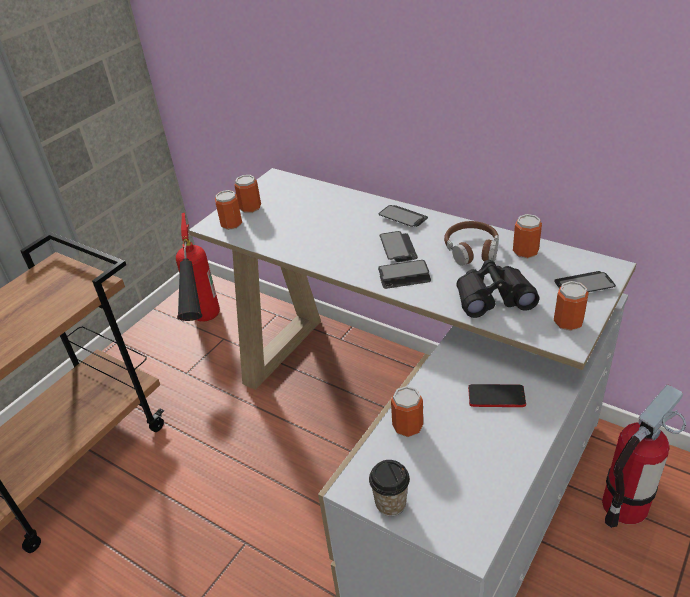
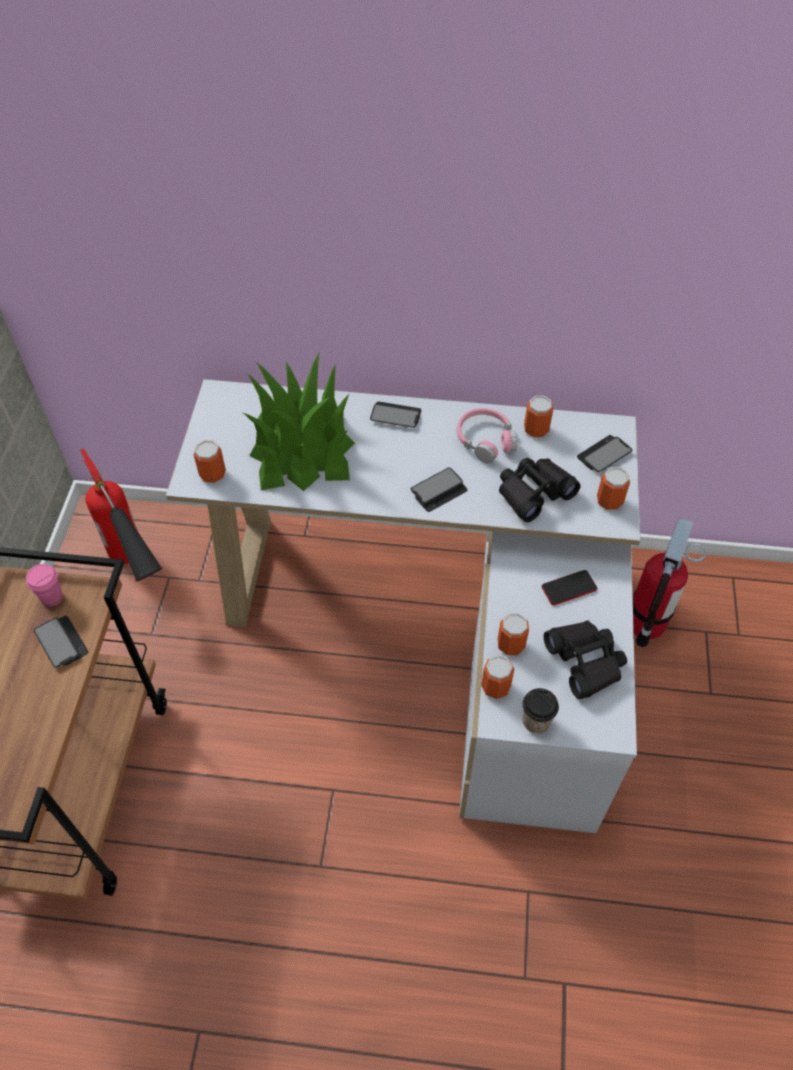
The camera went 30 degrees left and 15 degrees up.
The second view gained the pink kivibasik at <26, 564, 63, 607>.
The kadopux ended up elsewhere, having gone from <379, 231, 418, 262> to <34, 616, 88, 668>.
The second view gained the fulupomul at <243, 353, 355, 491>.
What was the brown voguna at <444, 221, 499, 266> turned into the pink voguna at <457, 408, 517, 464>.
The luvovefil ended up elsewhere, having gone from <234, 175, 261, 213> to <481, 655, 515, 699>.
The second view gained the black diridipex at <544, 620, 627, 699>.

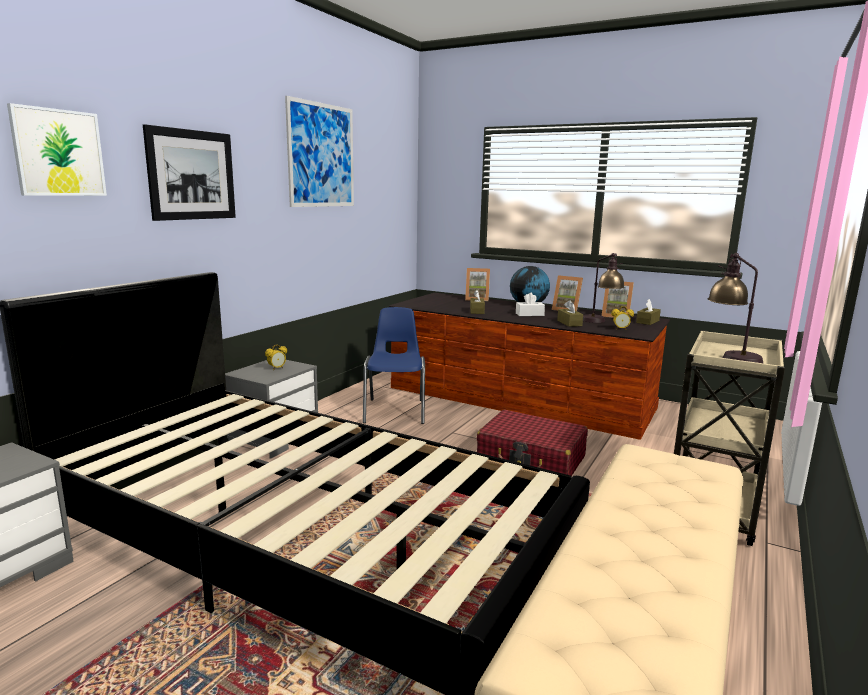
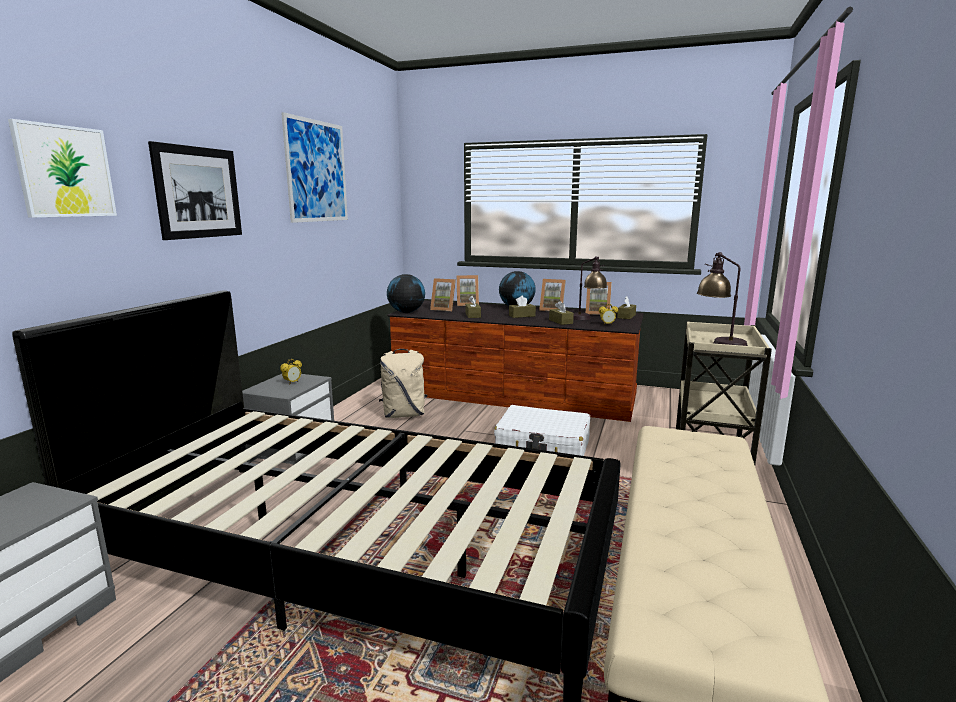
The camera went 10 degrees left and 0 degrees up.
Where the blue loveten stood at <363, 307, 425, 424>, the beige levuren came to stand at <379, 349, 427, 418>.
The second view gained the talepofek at <387, 274, 425, 313>.
The second view gained the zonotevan at <430, 278, 456, 312>.
What was the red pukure at <477, 410, 588, 476> turned into the white pukure at <494, 405, 590, 456>.
What was the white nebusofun at <516, 293, 545, 316> turned into the brown nebusofun at <509, 296, 536, 318>.

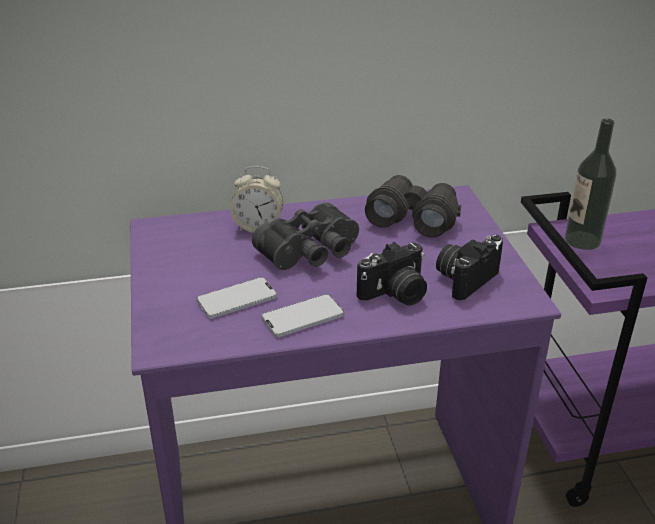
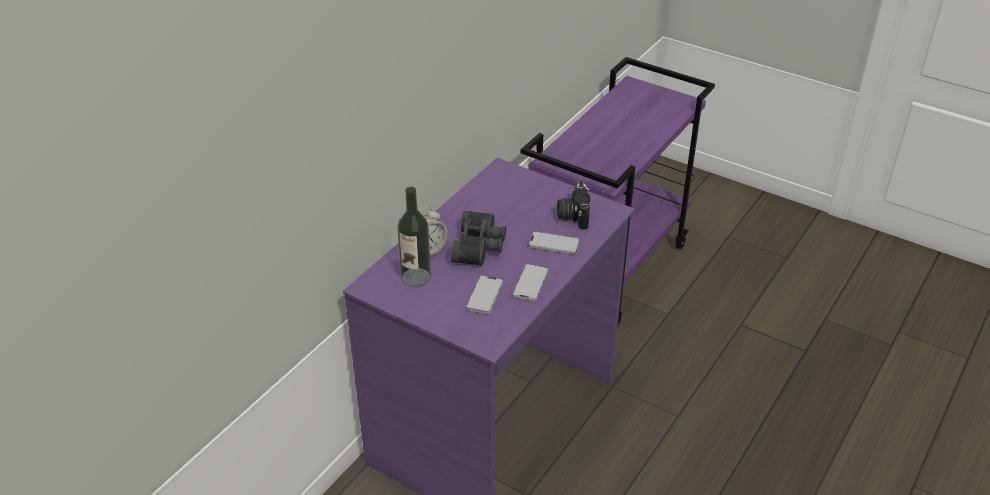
The camera went 45 degrees left and 5 degrees up.
The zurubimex ended up elsewhere, having gone from <565, 118, 616, 250> to <397, 187, 431, 287>.
Where the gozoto stood at <357, 242, 427, 306>, the kadopux came to stand at <529, 231, 580, 254>.
The second view lost the black diridipex at <365, 175, 461, 237>.

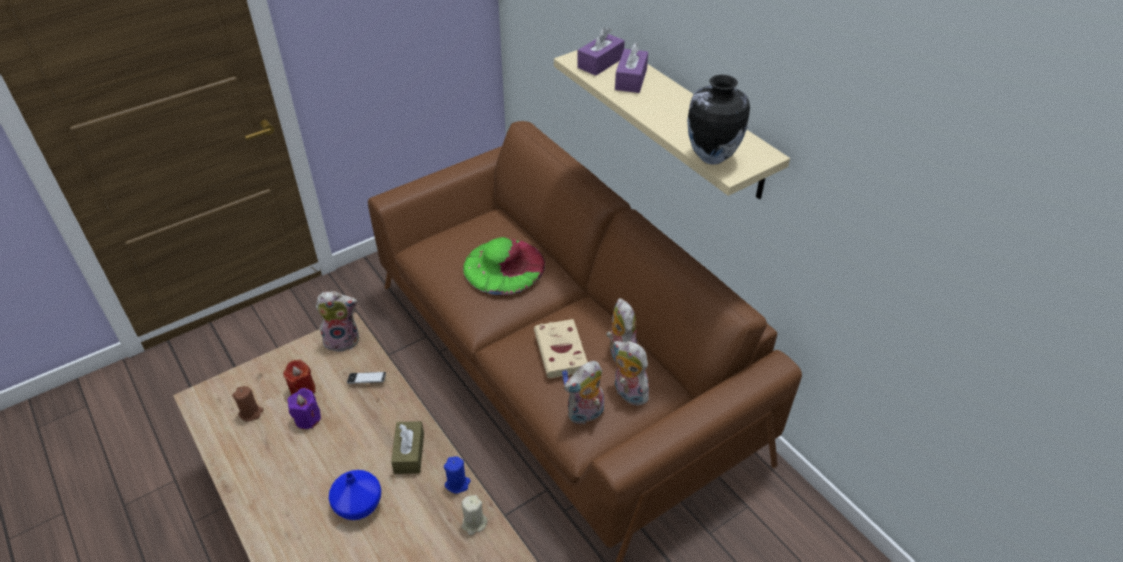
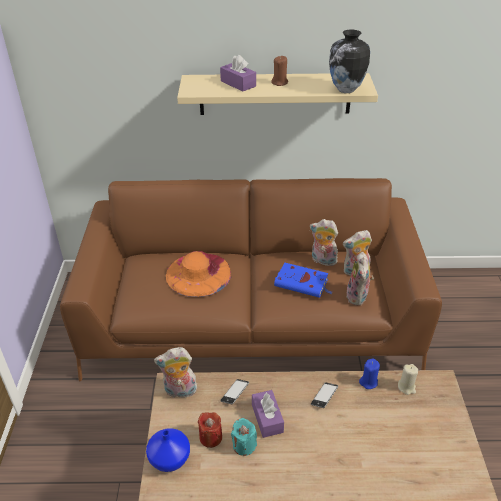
The camera went 55 degrees left and 5 degrees down.
The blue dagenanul ended up elsewhere, having gone from <329, 470, 381, 520> to <146, 428, 190, 472>.
The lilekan at <316, 291, 359, 353> ended up facing another way, 120 degrees counterclockwise from before.
What was the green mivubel at <463, 237, 545, 295> turned into the orange mivubel at <166, 251, 231, 297>.
What was the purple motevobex at <288, 388, 321, 429> turned into the turquoise motevobex at <231, 418, 257, 456>.
The purple nebusofun ended up elsewhere, having gone from <577, 27, 625, 76> to <252, 390, 284, 438>.
The brown motevobex ended up elsewhere, having gone from <232, 386, 264, 421> to <271, 56, 288, 86>.
What was the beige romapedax at <534, 319, 588, 385> turned into the blue romapedax at <274, 263, 332, 298>.
Where the brown nebusofun stood at <391, 421, 424, 474>, the kadopux came to stand at <311, 382, 338, 408>.

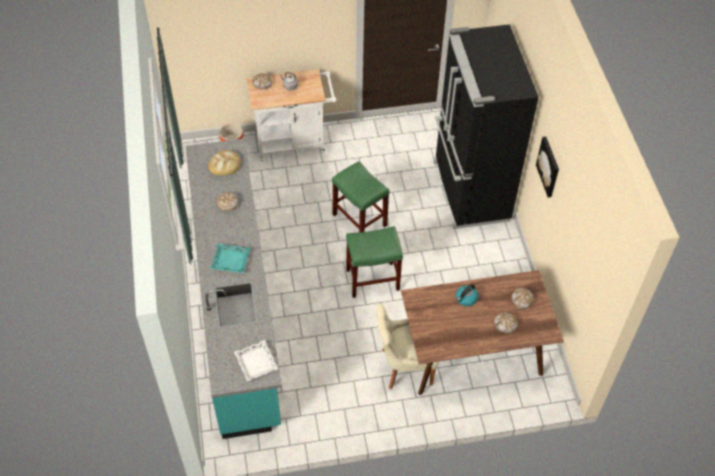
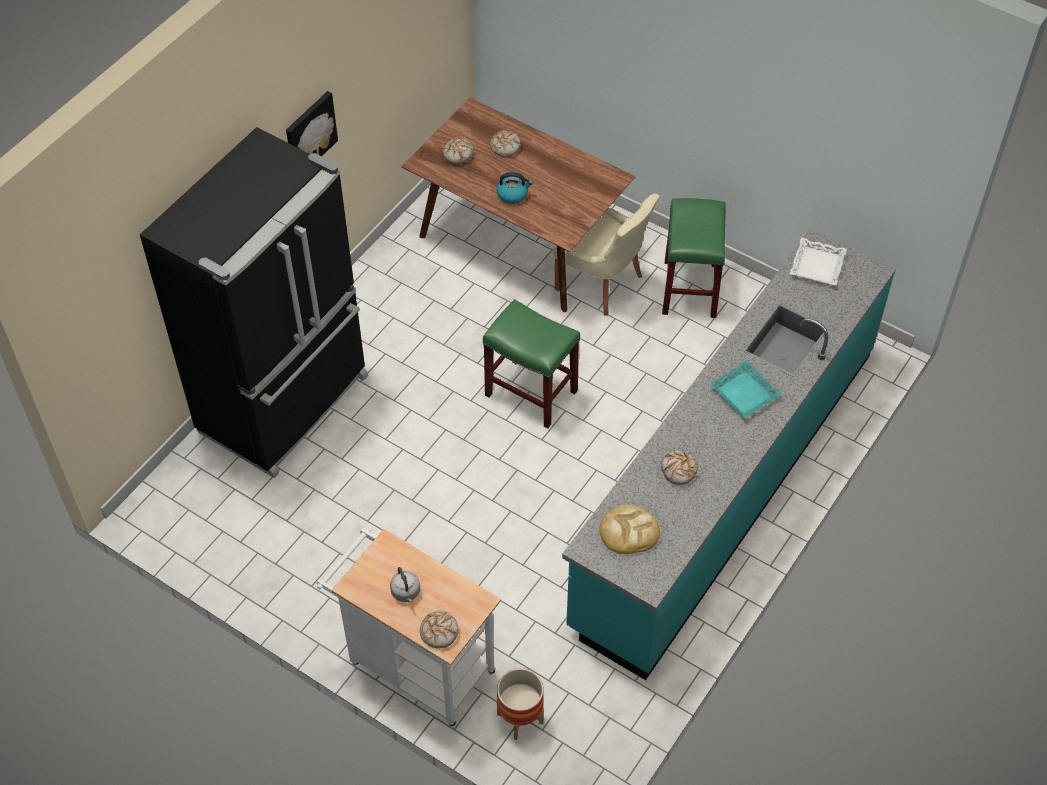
The camera went 135 degrees left and 0 degrees up.
The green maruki ended up elsewhere, having gone from <332, 161, 390, 232> to <662, 198, 726, 318>.

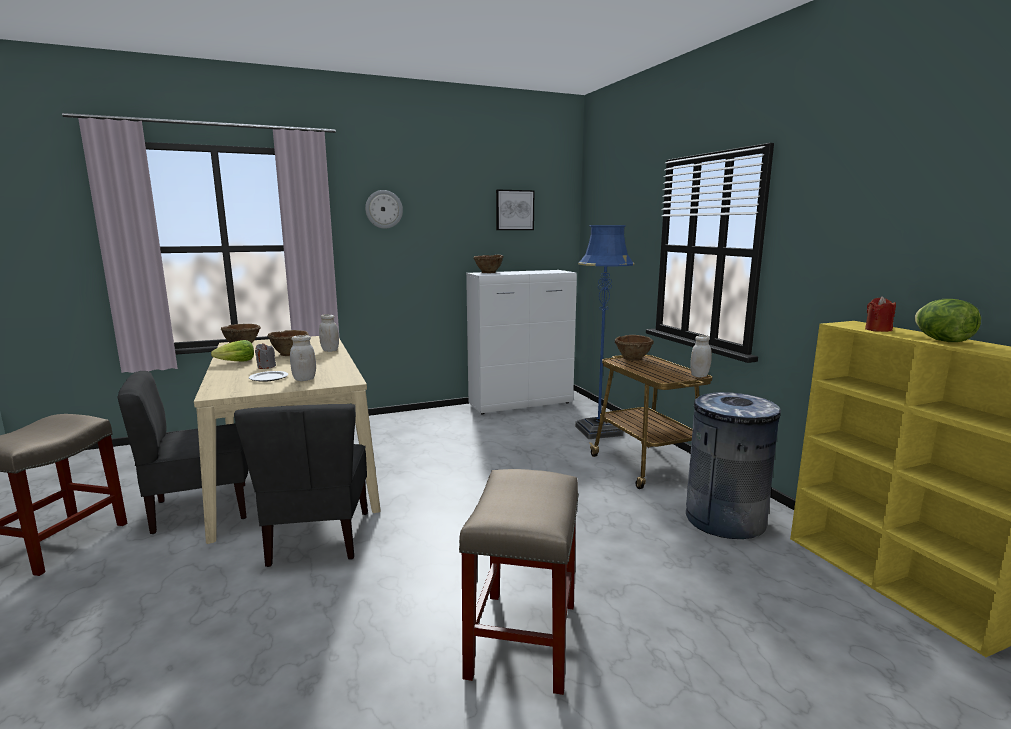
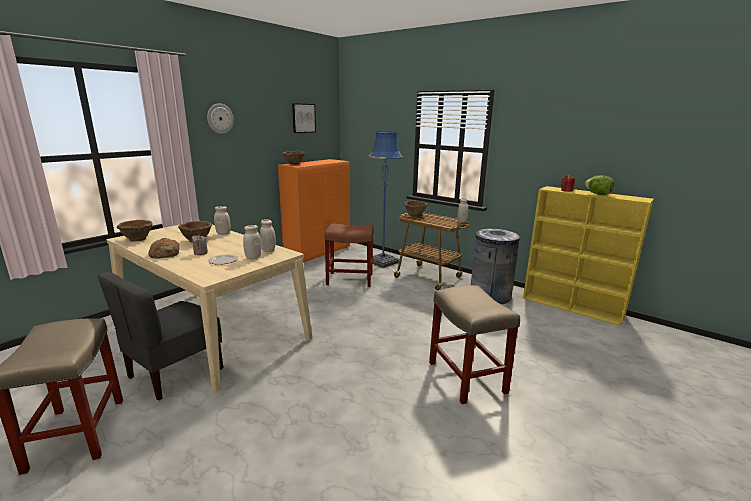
The camera went 30 degrees left and 5 degrees up.
Where the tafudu stood at <211, 340, 254, 362>, the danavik came to stand at <149, 238, 180, 259>.
The second view gained the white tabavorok at <260, 219, 276, 252>.
What was the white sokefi at <466, 270, 577, 414> turned into the orange sokefi at <278, 159, 350, 263>.
The second view gained the brown maruki at <324, 223, 374, 287>.
The second view lost the grey loveten at <234, 404, 368, 567>.

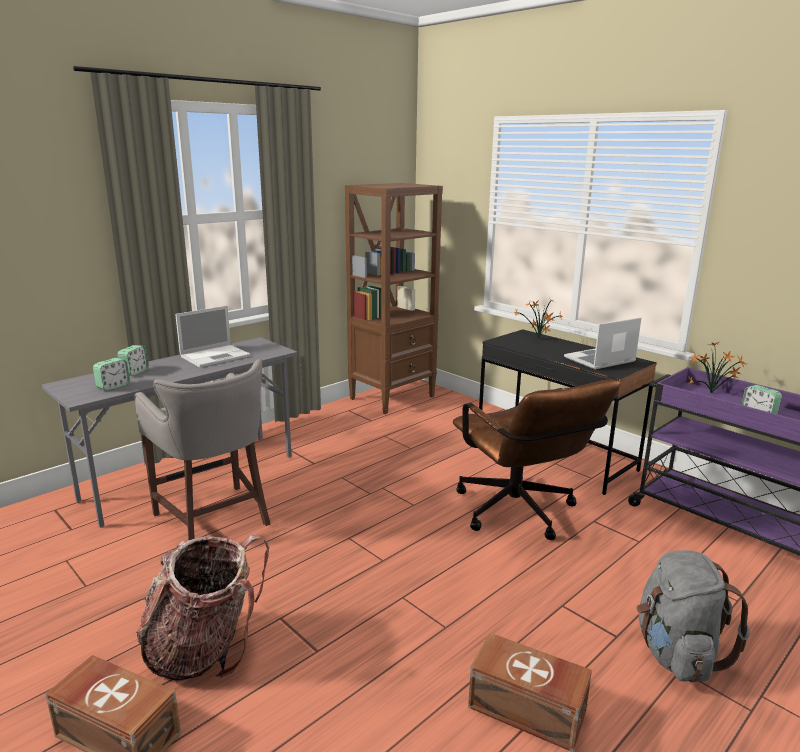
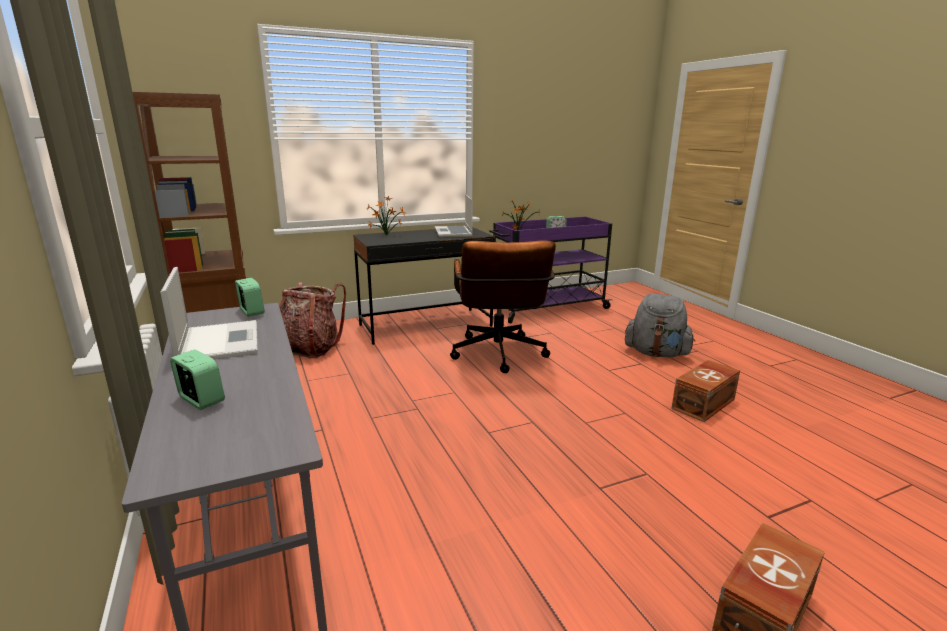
The camera went 70 degrees left and 0 degrees up.
The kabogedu ended up elsewhere, having gone from <93, 358, 130, 391> to <235, 278, 265, 317>.
The levuren ended up elsewhere, having gone from <136, 534, 269, 682> to <279, 282, 346, 358>.
The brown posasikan at <453, 379, 620, 540> ended up facing another way, 90 degrees clockwise from before.
The second view lost the grey maruki at <135, 359, 270, 541>.

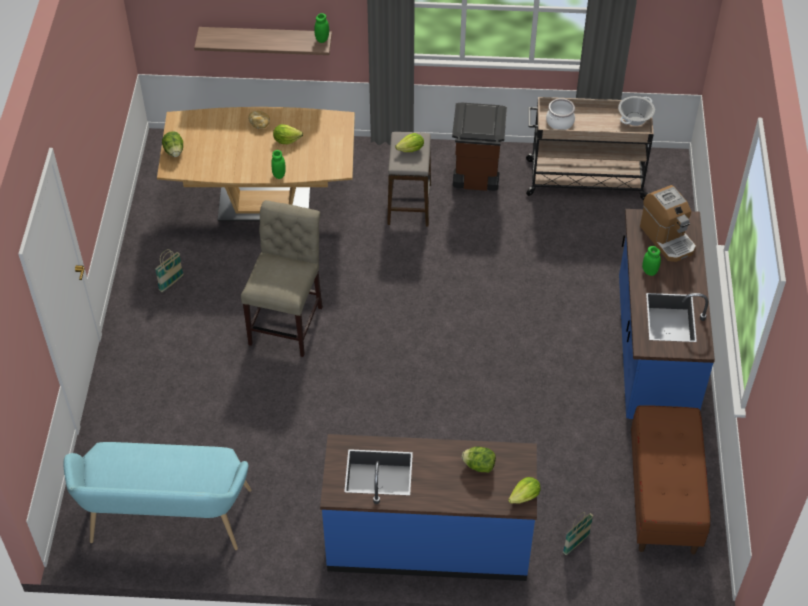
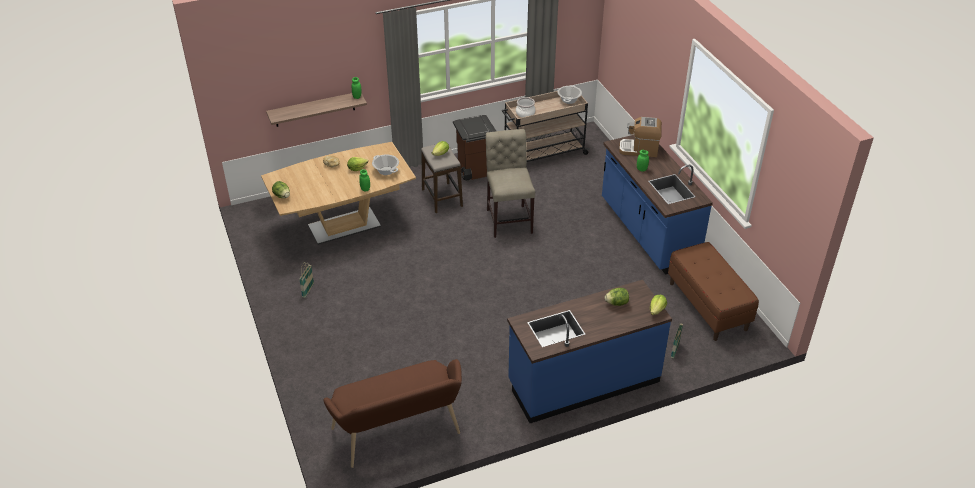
The camera went 25 degrees left and 10 degrees down.
What was the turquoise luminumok at <64, 442, 252, 550> turned into the brown luminumok at <323, 359, 462, 468>.
The second view gained the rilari at <372, 154, 399, 175>.
The beige loveten ended up elsewhere, having gone from <241, 200, 323, 357> to <486, 129, 535, 238>.
The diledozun at <640, 185, 696, 262> ended up facing another way, 150 degrees clockwise from before.

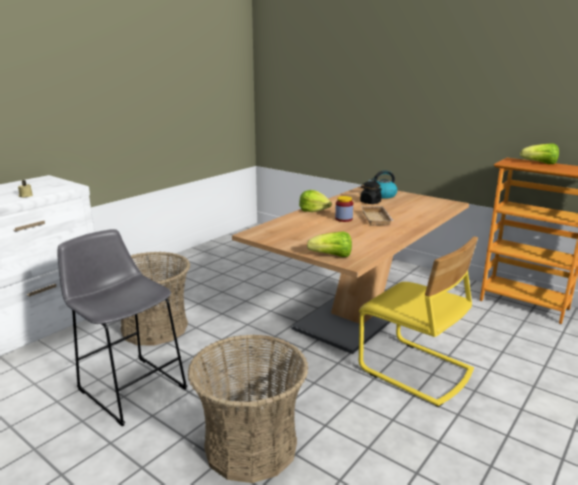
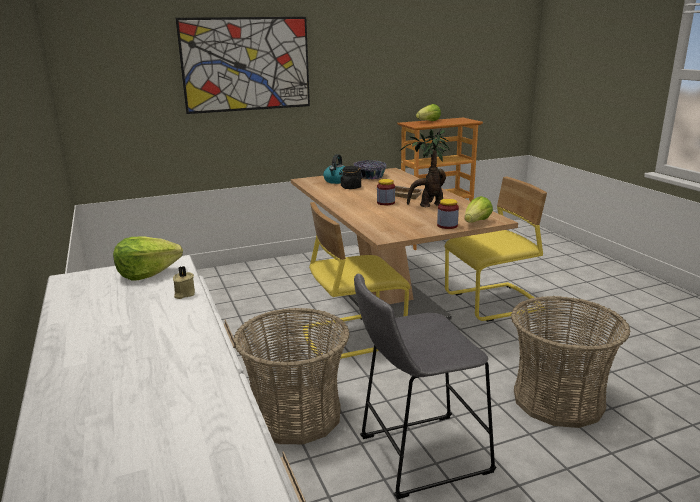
The camera went 60 degrees left and 0 degrees up.
The tafudu ended up elsewhere, having gone from <299, 190, 332, 212> to <113, 236, 183, 281>.
The second view gained the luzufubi at <175, 17, 310, 114>.
The second view gained the yellow loveten at <303, 202, 410, 362>.
The second view gained the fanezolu at <354, 160, 387, 179>.
The second view gained the fulupomul at <400, 128, 450, 207>.
The second view gained the tabavorok at <437, 199, 459, 229>.

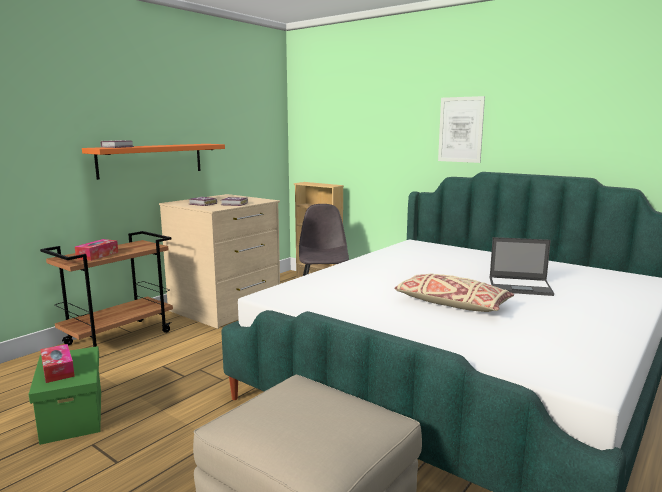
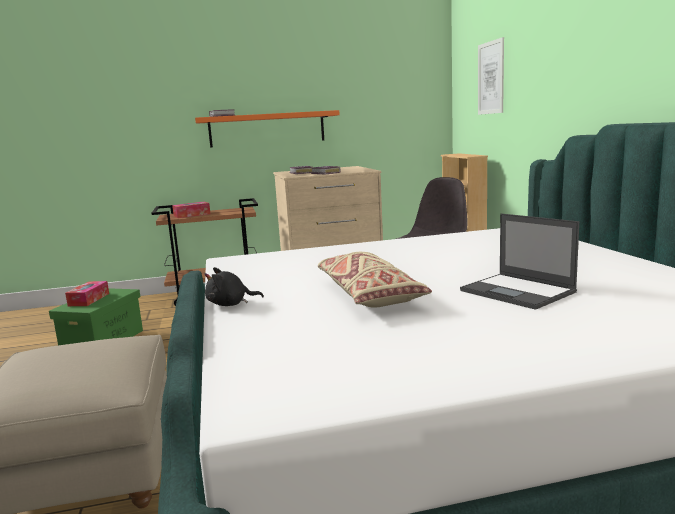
The camera went 40 degrees right and 0 degrees up.
The second view gained the black lilekan at <205, 267, 264, 306>.
The luzufubi ended up elsewhere, having gone from <438, 96, 485, 163> to <478, 37, 504, 115>.

